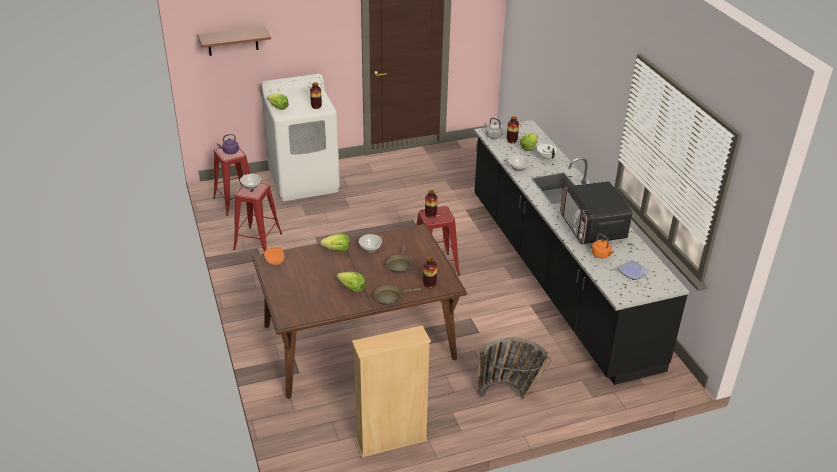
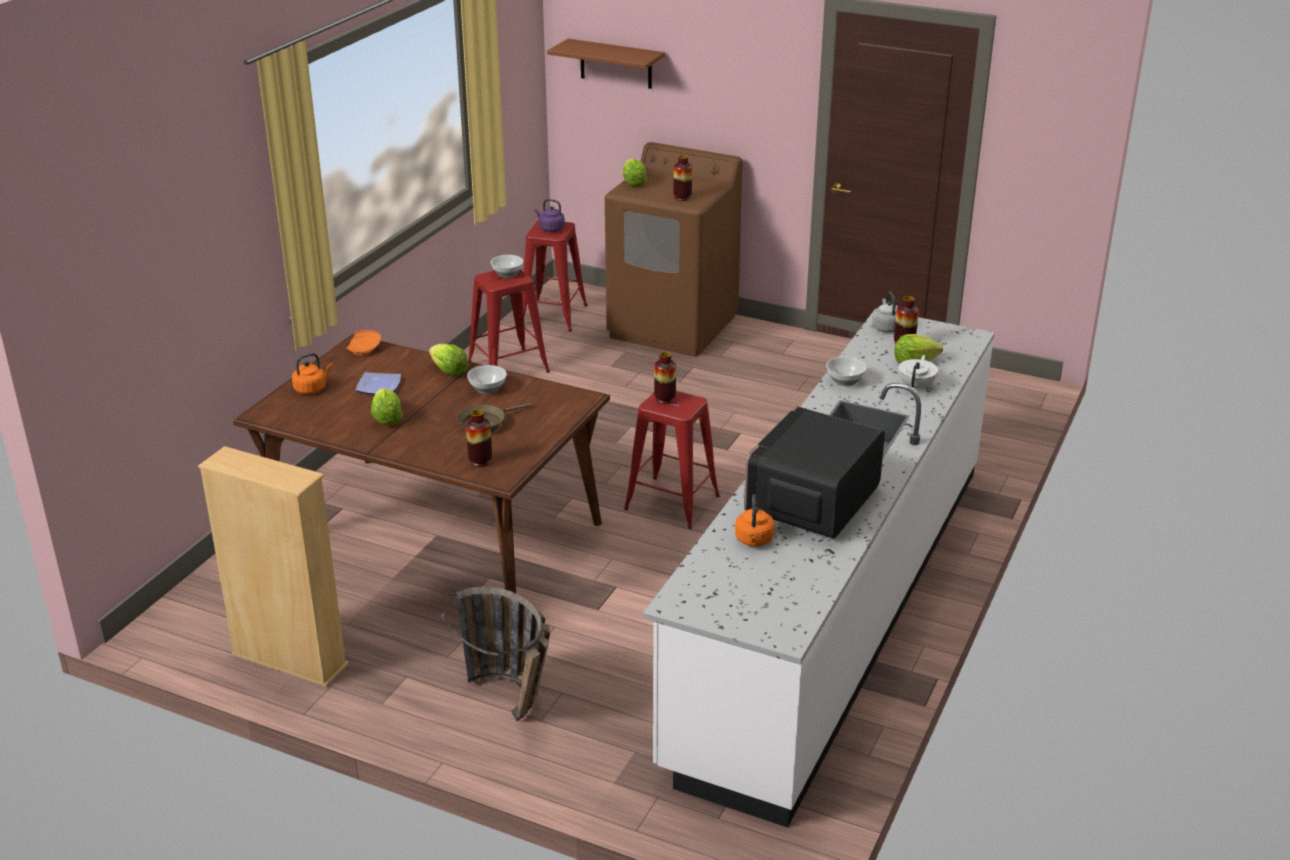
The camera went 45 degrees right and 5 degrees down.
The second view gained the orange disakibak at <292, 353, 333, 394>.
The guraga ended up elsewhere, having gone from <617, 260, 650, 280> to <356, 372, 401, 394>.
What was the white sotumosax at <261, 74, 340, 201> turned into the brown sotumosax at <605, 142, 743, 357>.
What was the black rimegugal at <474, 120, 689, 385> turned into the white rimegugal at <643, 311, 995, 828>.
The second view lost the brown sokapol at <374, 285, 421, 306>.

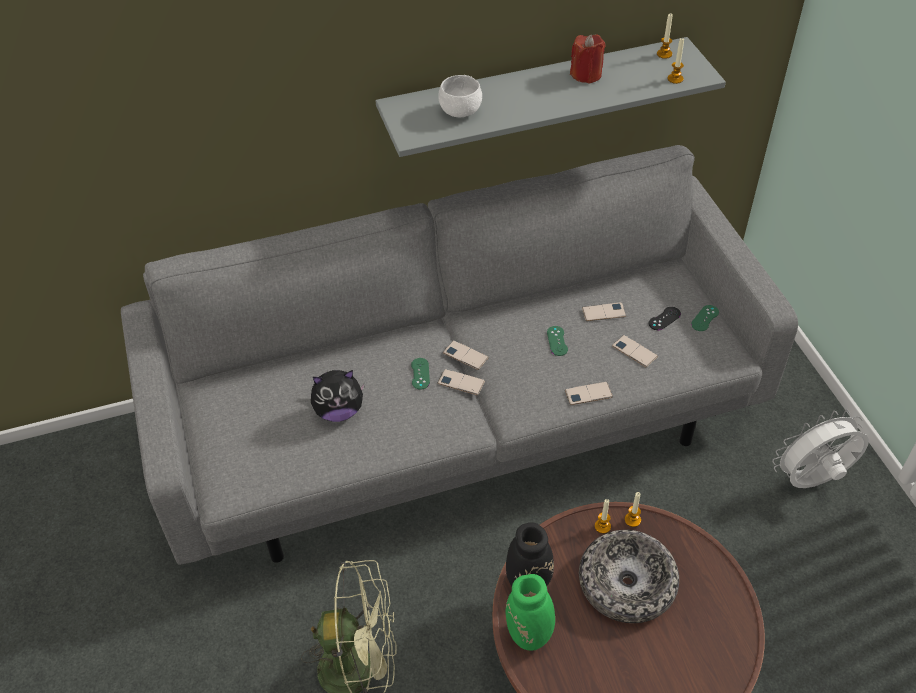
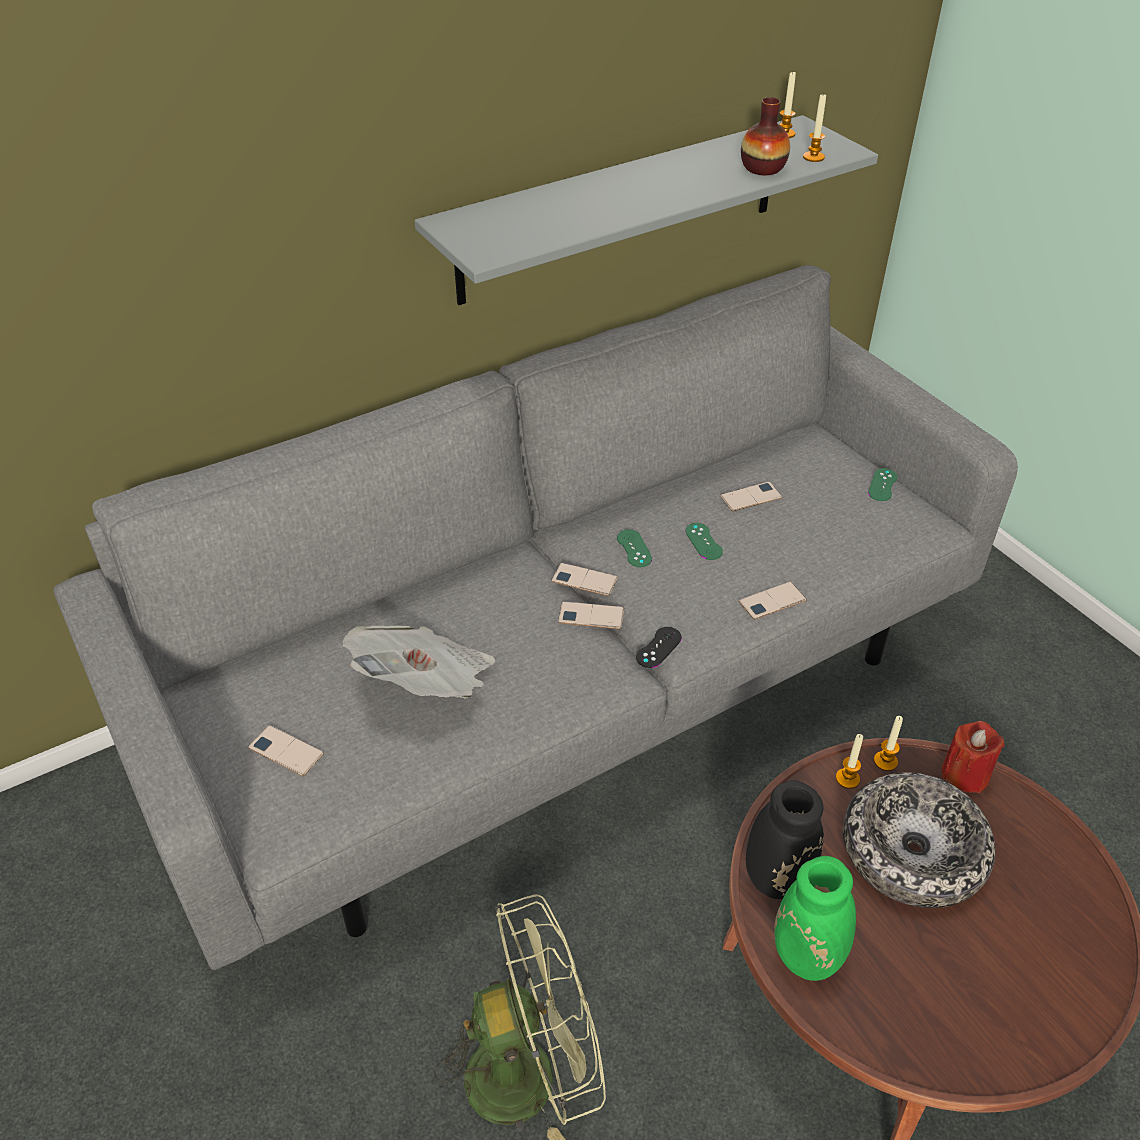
The camera went 15 degrees left and 5 degrees down.
The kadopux ended up elsewhere, having gone from <612, 335, 658, 367> to <248, 725, 324, 776>.
Where the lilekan stood at <311, 370, 365, 422>, the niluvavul came to stand at <342, 626, 496, 698>.
The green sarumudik ended up elsewhere, having gone from <411, 358, 430, 390> to <617, 529, 652, 567>.
The black sarumudik ended up elsewhere, having gone from <649, 307, 681, 330> to <636, 627, 682, 668>.
The second view gained the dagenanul at <741, 97, 790, 175>.
The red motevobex ended up elsewhere, having gone from <570, 35, 606, 84> to <942, 721, 1005, 793>.
The second view lost the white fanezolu at <438, 75, 482, 117>.
The second view lost the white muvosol at <772, 410, 869, 488>.

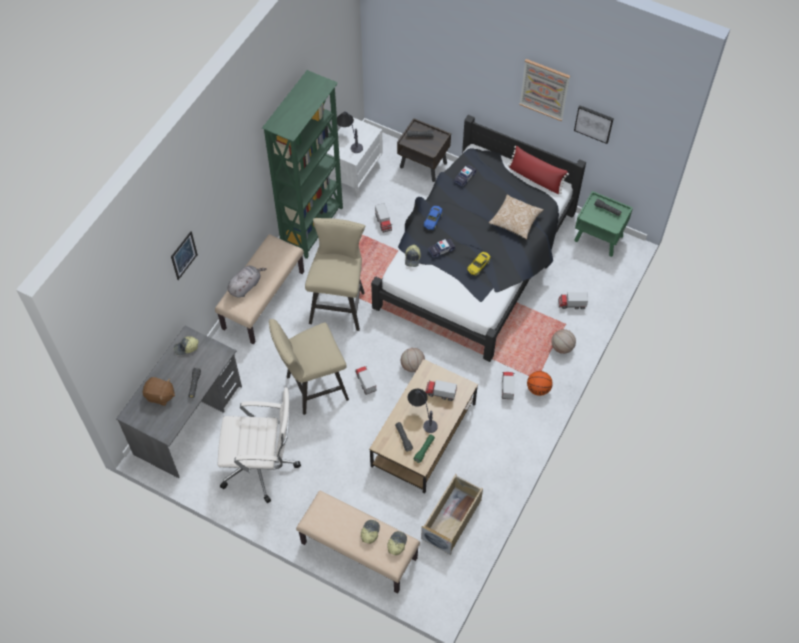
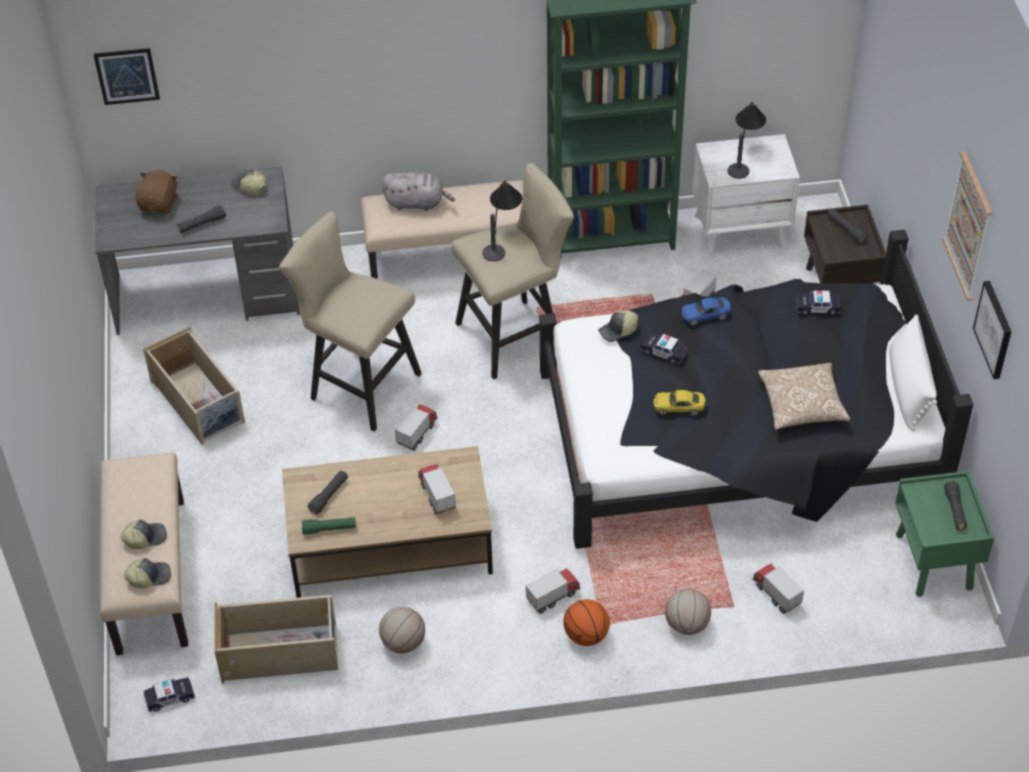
The camera went 55 degrees right and 10 degrees down.
The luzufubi ended up elsewhere, having gone from <171, 231, 198, 280> to <93, 48, 160, 105>.
The brown lilekan at <143, 377, 175, 406> ended up facing another way, 150 degrees counterclockwise from before.
Where the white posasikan stood at <218, 387, 301, 503>, the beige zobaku came to stand at <143, 327, 245, 444>.
The second view gained the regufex at <144, 677, 195, 712>.
The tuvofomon ended up elsewhere, having gone from <401, 348, 425, 372> to <379, 607, 425, 654>.
The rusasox ended up elsewhere, having gone from <407, 389, 438, 433> to <482, 180, 522, 261>.
What was the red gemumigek at <508, 146, 569, 194> turned into the white gemumigek at <889, 315, 937, 431>.

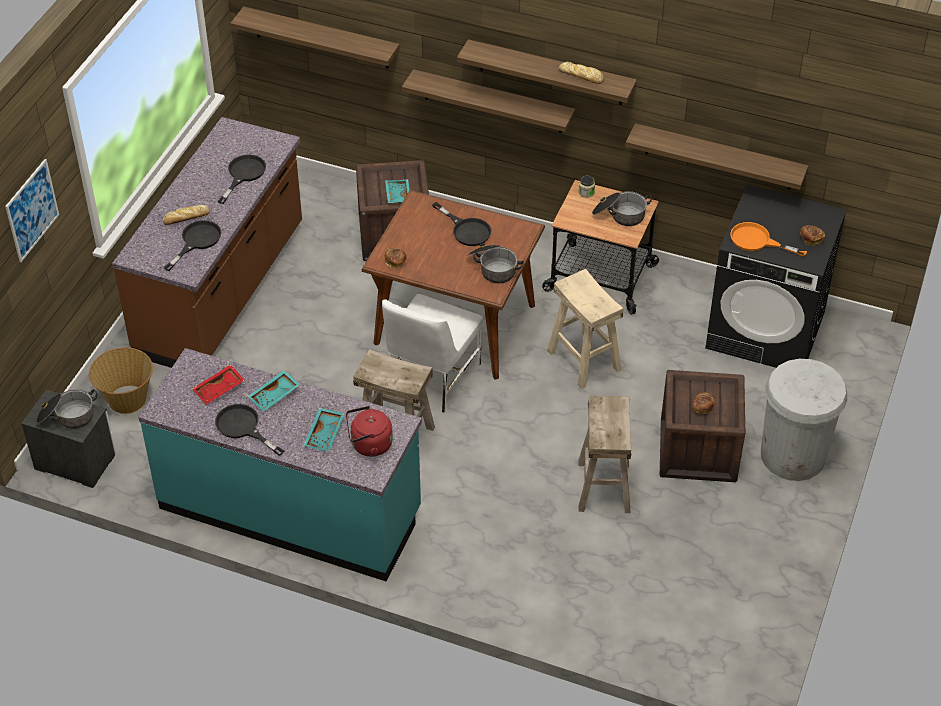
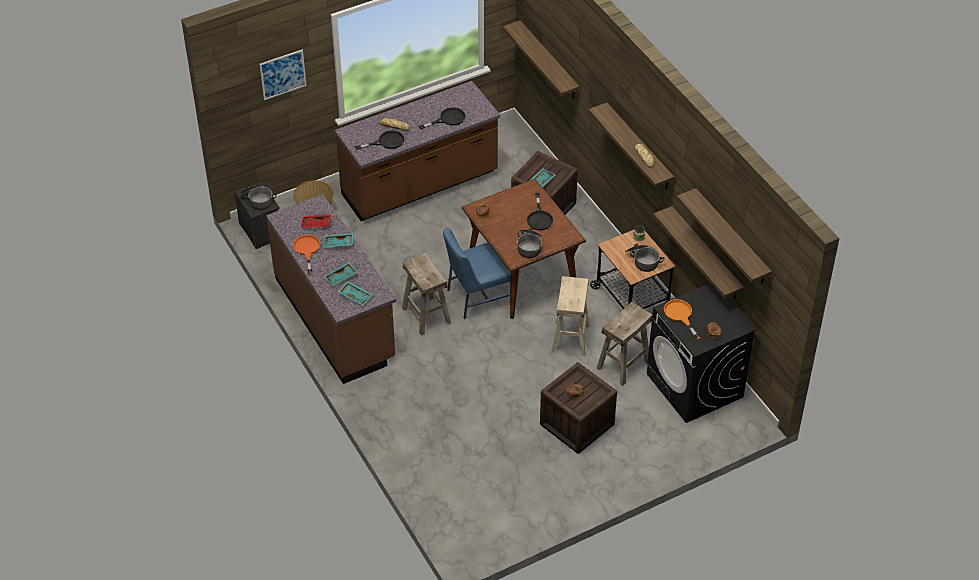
The camera went 40 degrees right and 0 degrees up.
What was the turquoise rimegugal at <138, 348, 422, 582> turned into the brown rimegugal at <266, 194, 396, 384>.
What was the black sokapol at <215, 404, 284, 456> turned into the orange sokapol at <293, 235, 320, 274>.
Where the red disakibak stood at <346, 406, 393, 457>, the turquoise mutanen came to stand at <338, 281, 373, 306>.
What was the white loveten at <382, 294, 483, 413> turned into the blue loveten at <443, 228, 511, 319>.
The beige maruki ended up elsewhere, having gone from <578, 395, 631, 513> to <596, 302, 652, 386>.
The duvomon ended up elsewhere, having gone from <402, 69, 576, 133> to <677, 188, 772, 284>.
The second view lost the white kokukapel at <761, 359, 847, 481>.

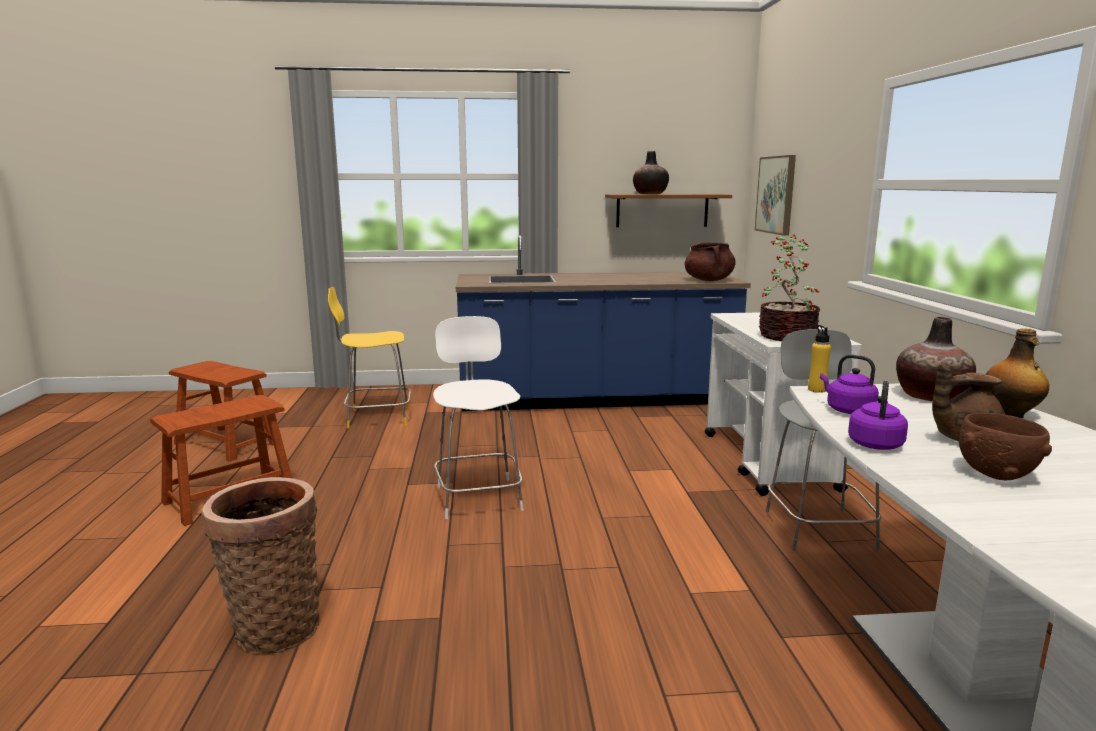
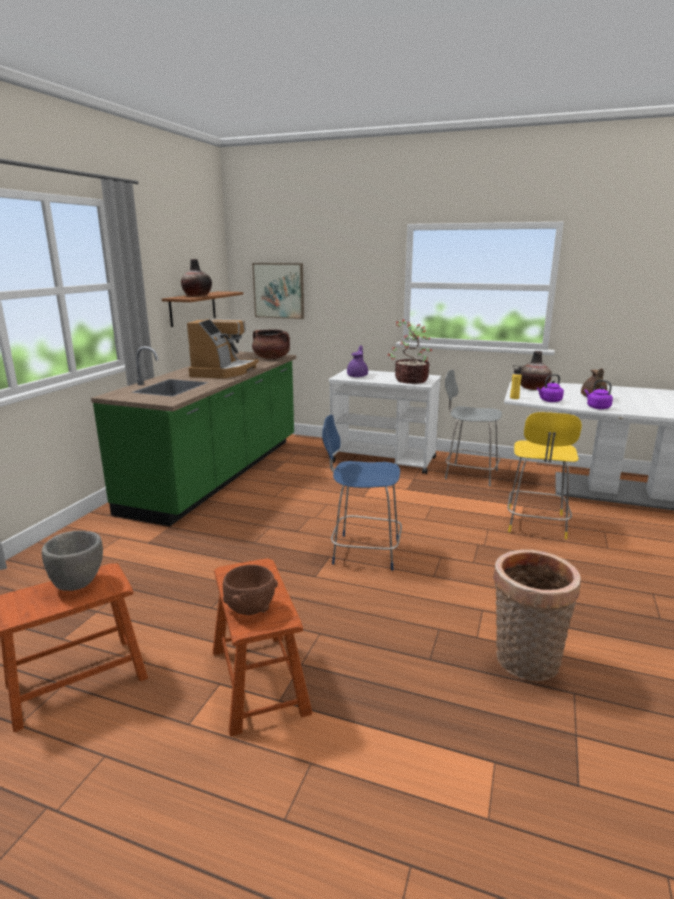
The camera went 65 degrees left and 5 degrees up.
The second view gained the grey fanezolu at <42, 531, 103, 591>.
What was the blue rimegugal at <456, 235, 751, 411> turned into the green rimegugal at <91, 346, 296, 526>.
The second view gained the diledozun at <187, 319, 259, 379>.
The brown fanezolu ended up elsewhere, having gone from <959, 413, 1052, 480> to <223, 565, 278, 615>.
What was the white loveten at <433, 316, 524, 519> turned into the blue loveten at <322, 415, 402, 571>.
The second view gained the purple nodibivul at <347, 345, 368, 377>.
The yellow loveten ended up elsewhere, having gone from <328, 287, 411, 428> to <507, 412, 582, 539>.
The second view lost the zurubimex at <986, 328, 1049, 418>.

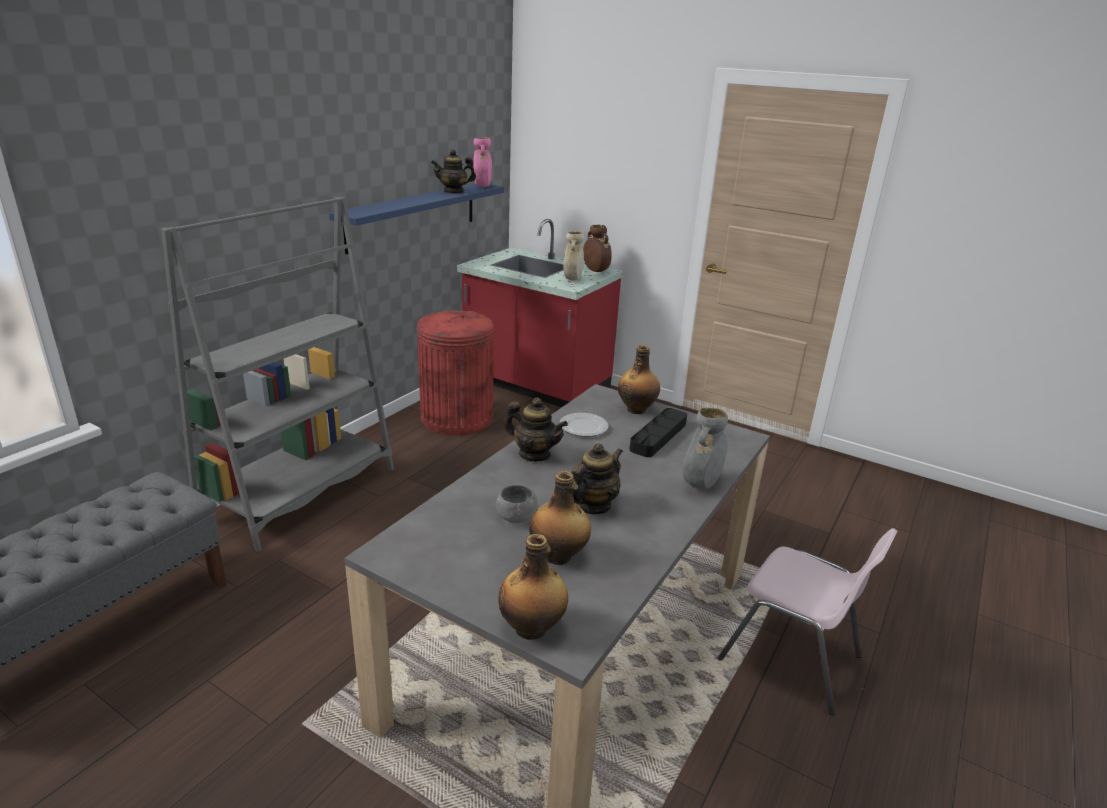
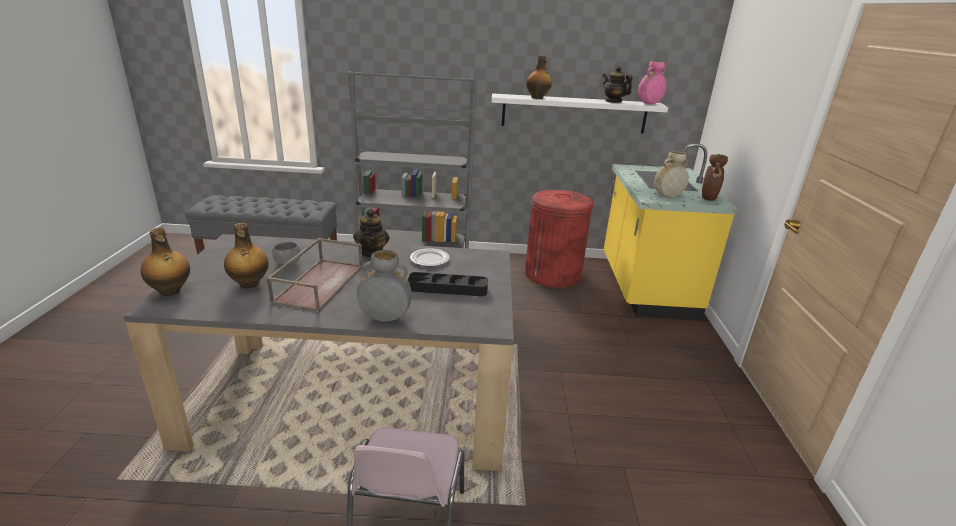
The camera went 60 degrees right and 0 degrees up.
Where the nodibivul stood at <571, 443, 623, 514>, the brown mutanen came to stand at <267, 238, 363, 312>.
What was the blue duvomon at <329, 184, 504, 254> turned into the white duvomon at <492, 93, 668, 134>.
The zurubimex ended up elsewhere, having gone from <618, 345, 660, 414> to <526, 55, 552, 99>.
What was the red rimegugal at <457, 219, 623, 407> turned into the yellow rimegugal at <604, 143, 737, 320>.

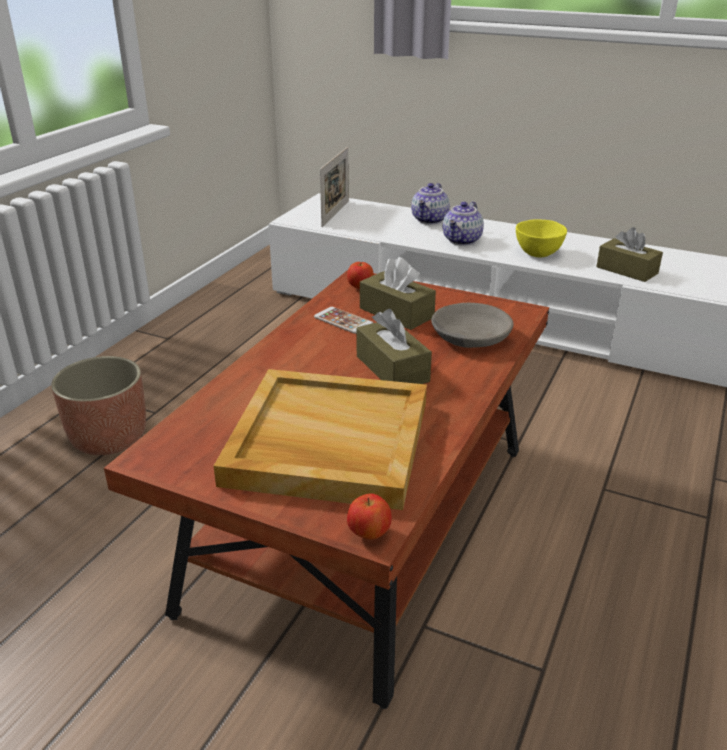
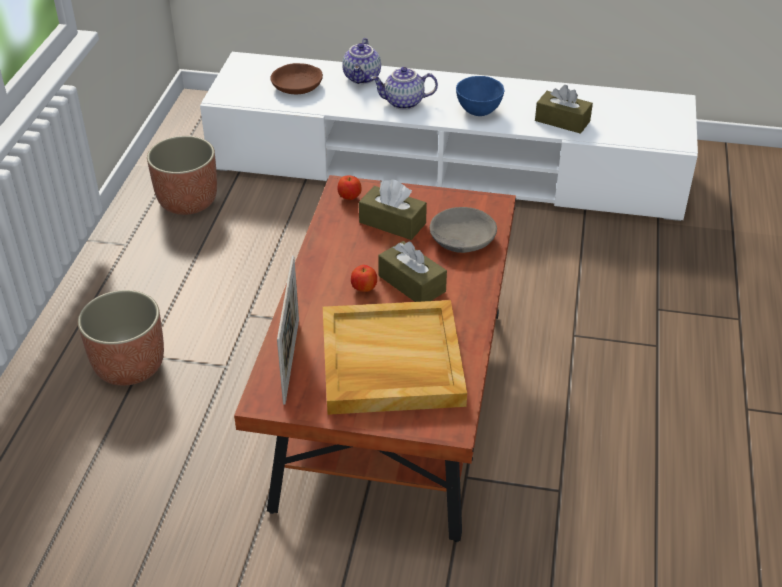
The camera went 15 degrees left and 10 degrees up.
The second view gained the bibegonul at <147, 136, 217, 215>.
The second view gained the brown fanezolu at <270, 63, 323, 94>.
The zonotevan ended up elsewhere, having gone from <320, 147, 349, 227> to <277, 255, 299, 404>.
The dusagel ended up elsewhere, having gone from <347, 493, 392, 540> to <351, 265, 377, 292>.
The nodibivul at <443, 201, 484, 246> ended up facing another way, 75 degrees clockwise from before.
What was the yellow fanezolu at <516, 219, 567, 257> turned into the blue fanezolu at <456, 76, 504, 116>.
The second view lost the kadopux at <314, 307, 373, 334>.

